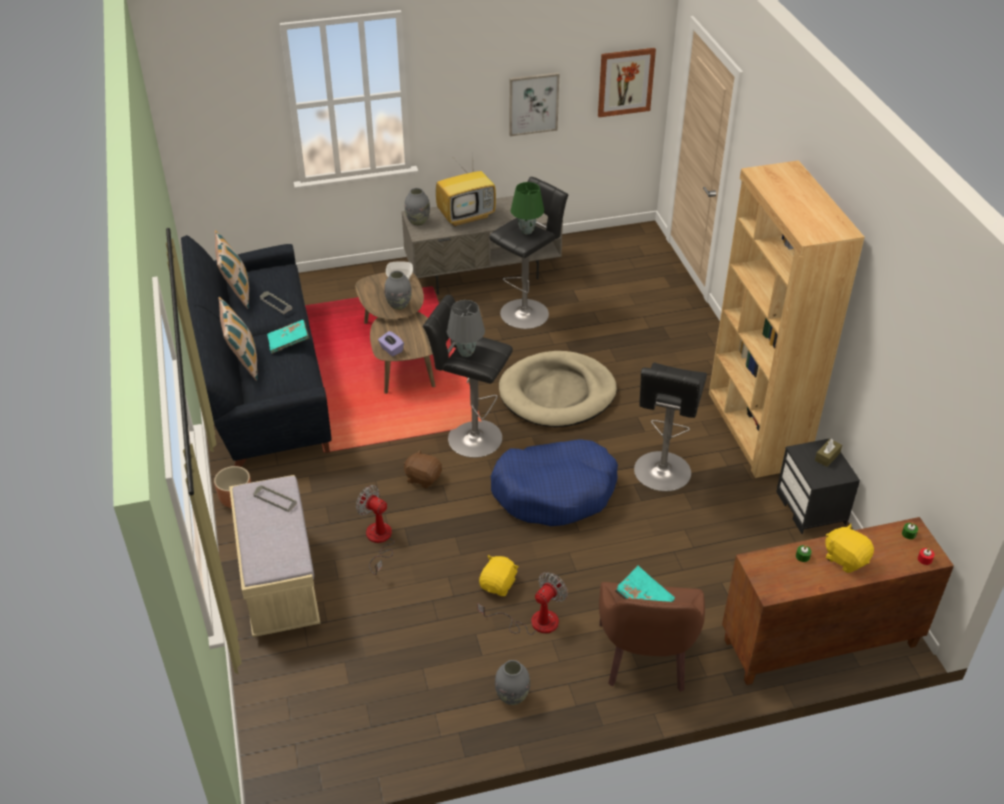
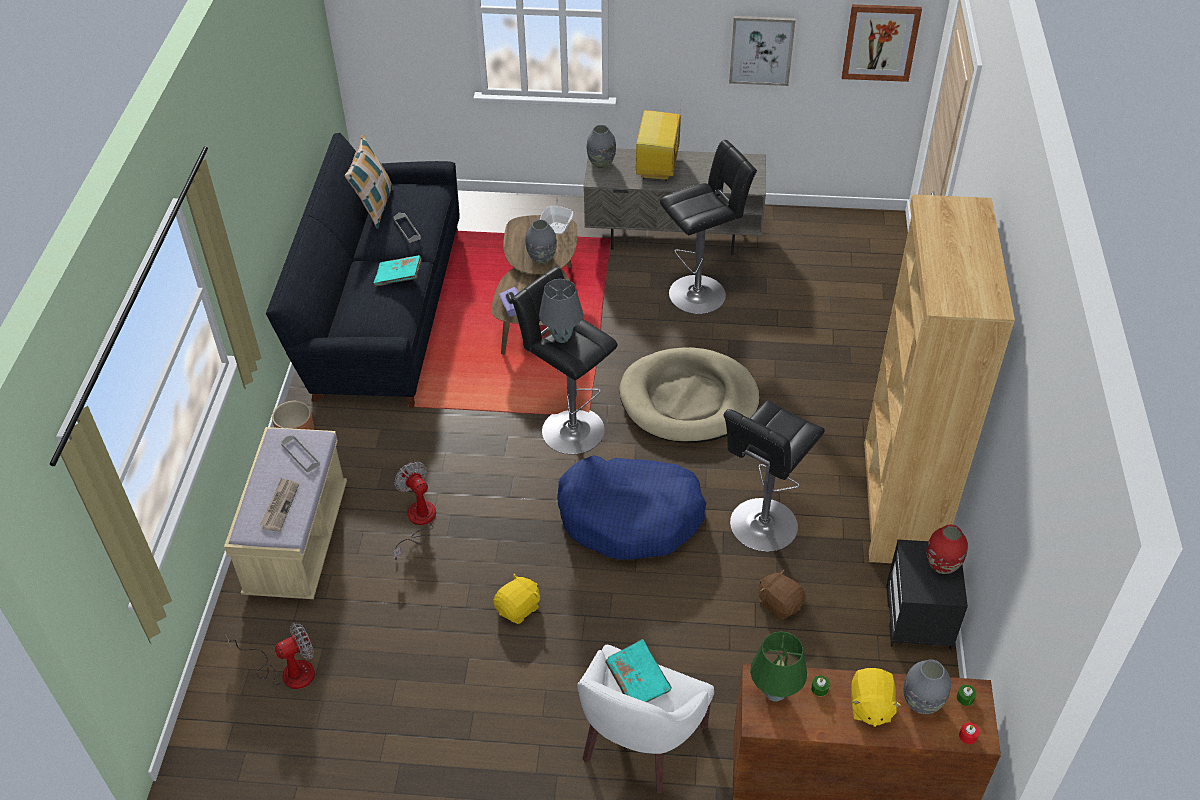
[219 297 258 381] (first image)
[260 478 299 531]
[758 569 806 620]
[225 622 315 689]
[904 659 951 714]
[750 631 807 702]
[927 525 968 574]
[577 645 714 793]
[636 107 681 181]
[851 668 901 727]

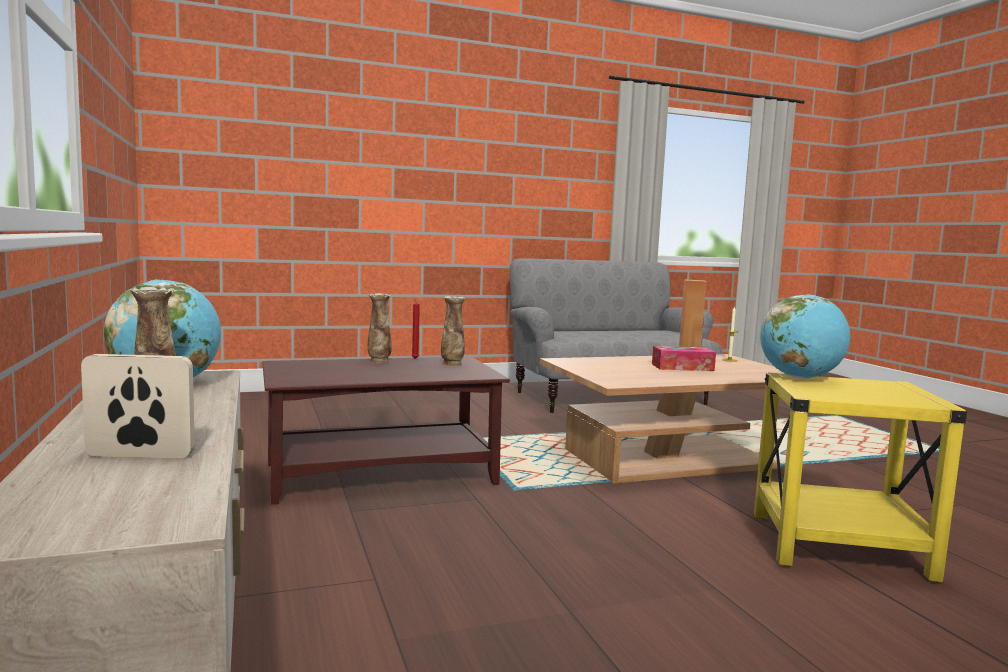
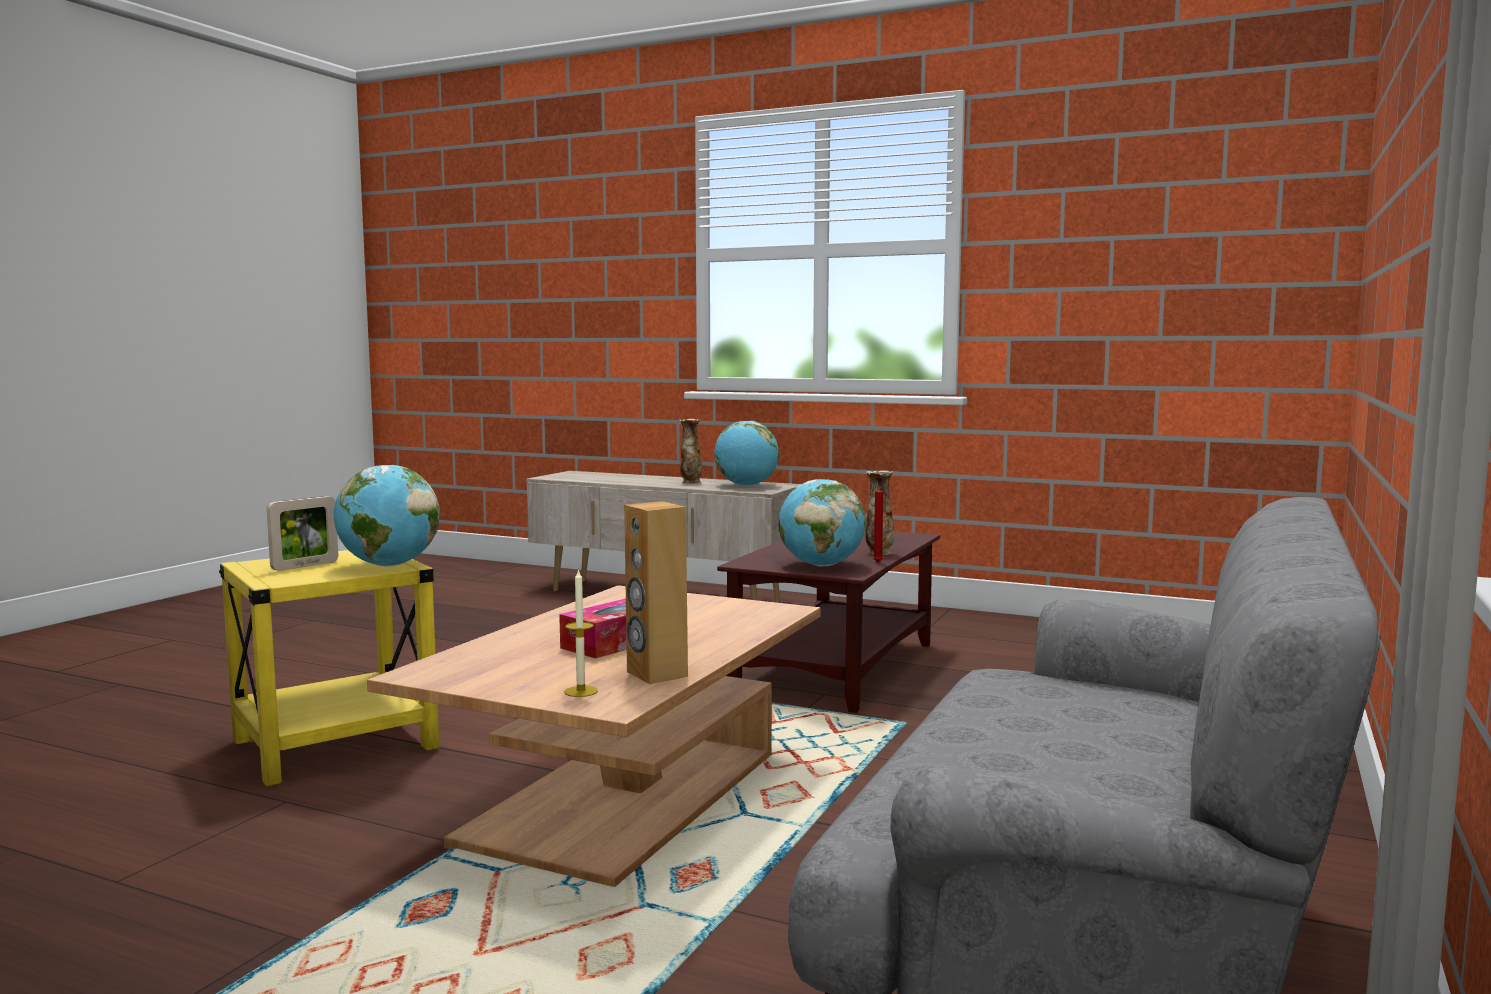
[267 496 338 571]
[778 479 866 566]

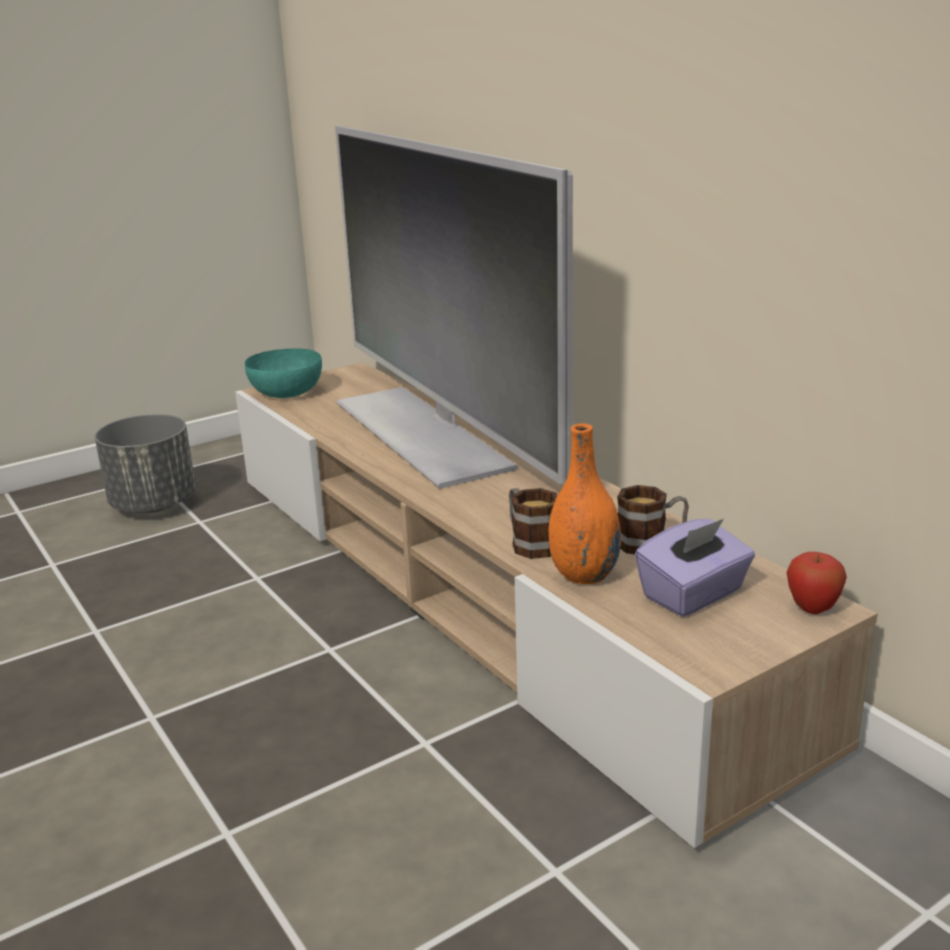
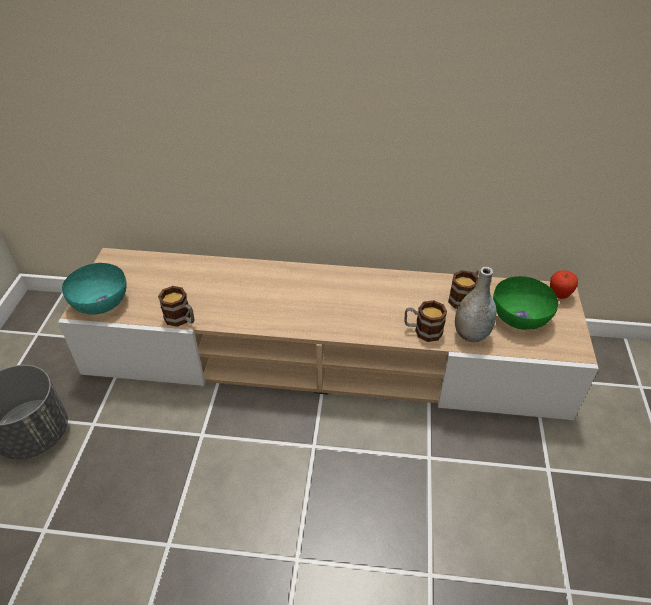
[335 126 573 489] (first image)
[158 286 194 327]
[493 276 558 330]
[455 267 497 342]

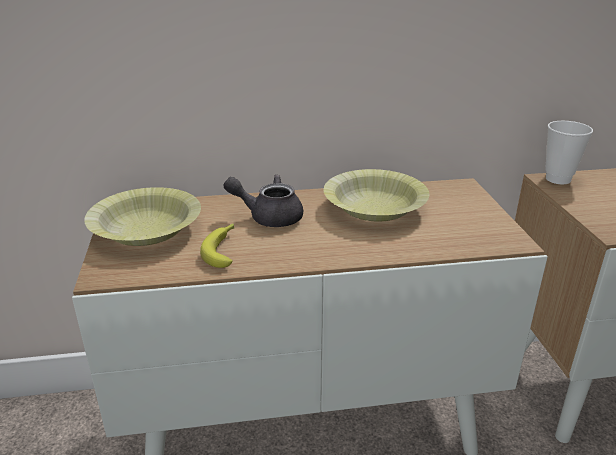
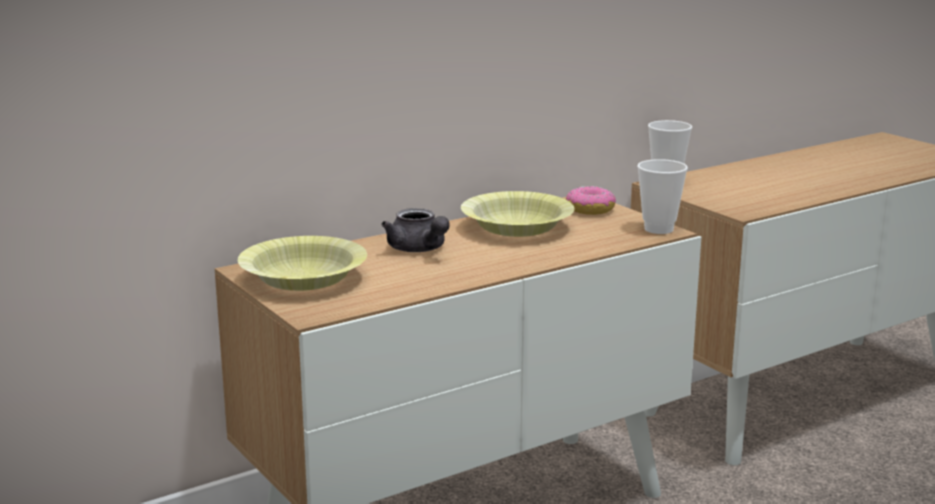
[200 224 234 268] (first image)
[566 186 616 215]
[637 159 688 234]
[381 208 450 252]

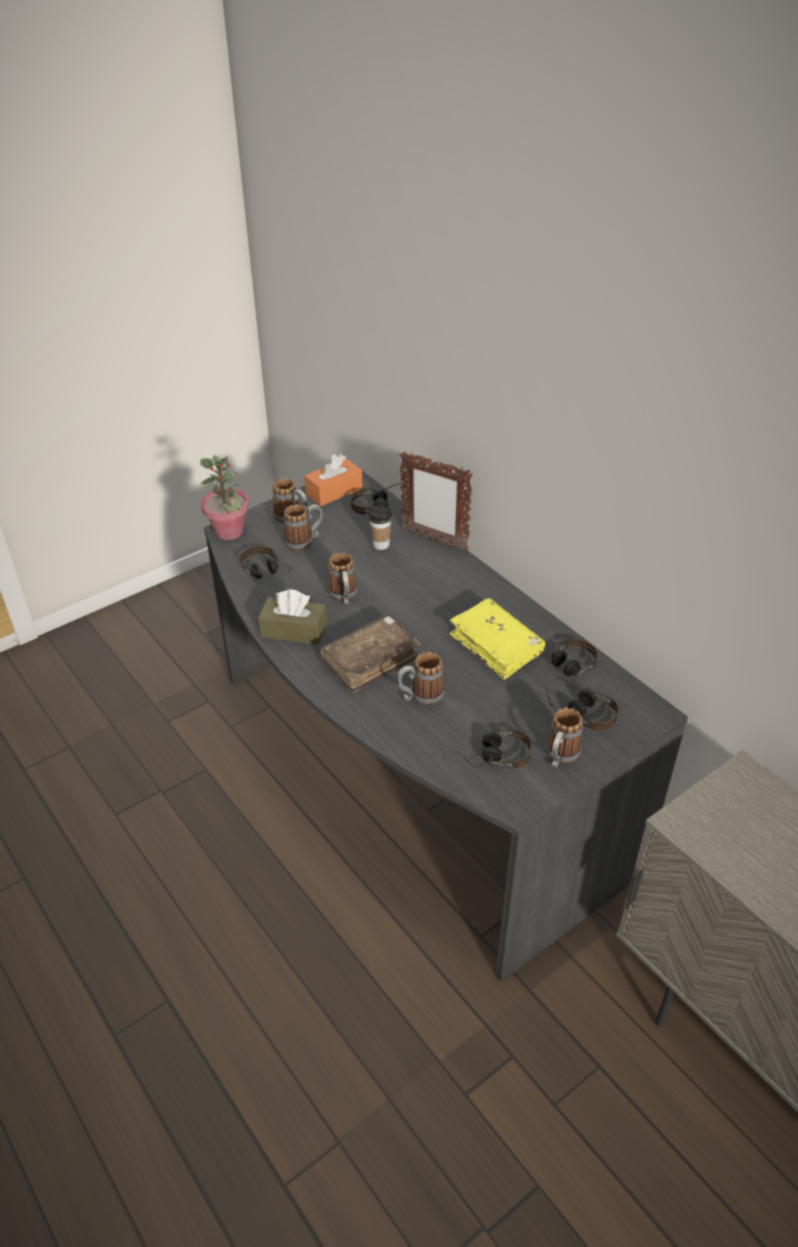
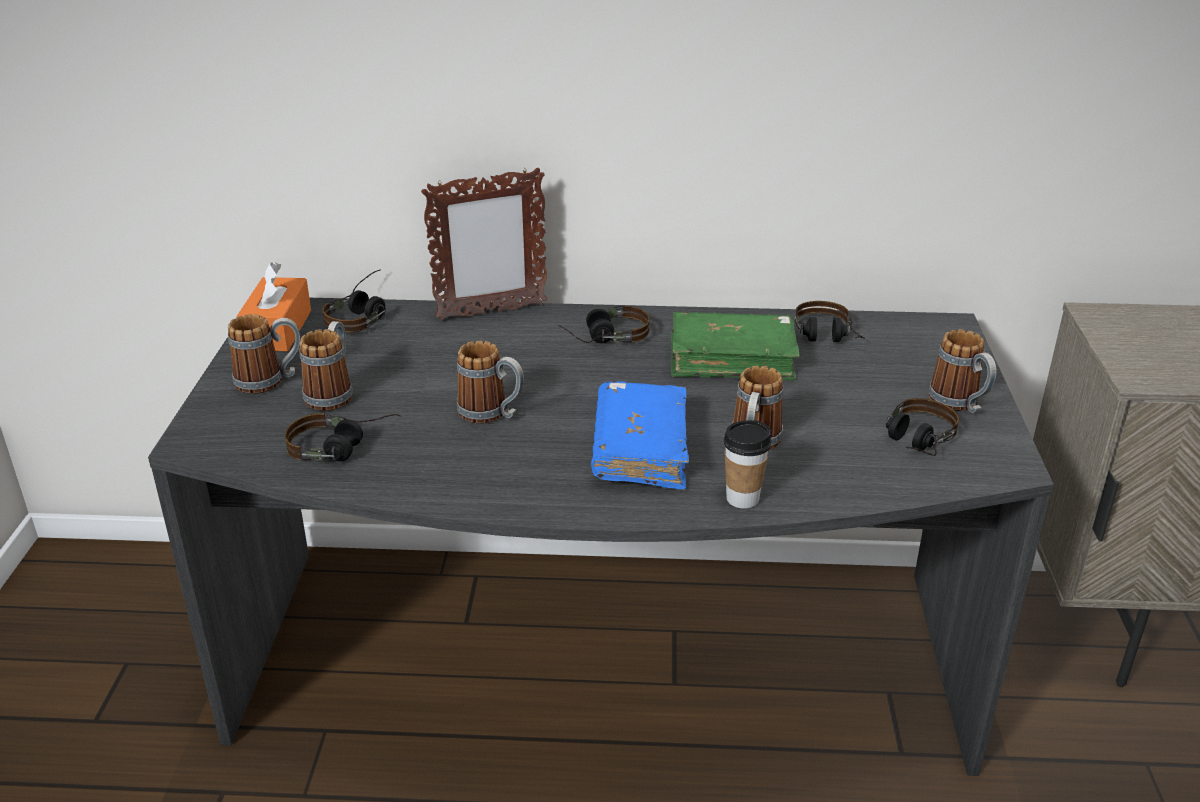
[200 455 249 540] (first image)
[258 589 327 645] (first image)
[723 420 772 509]
[557 306 650 343]
[591 381 689 490]
[671 312 799 380]

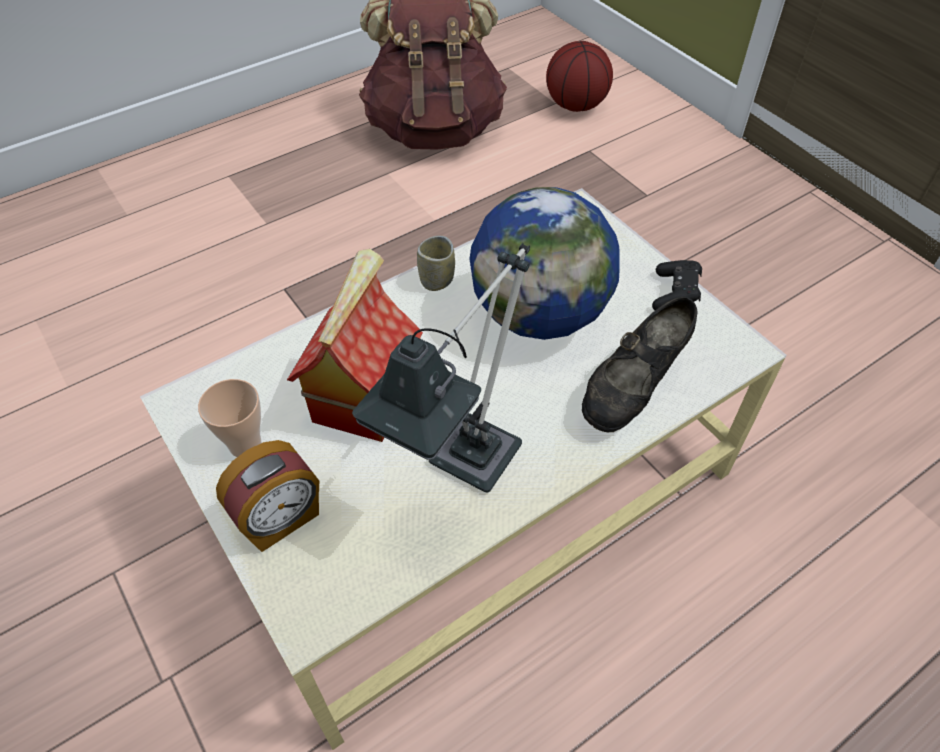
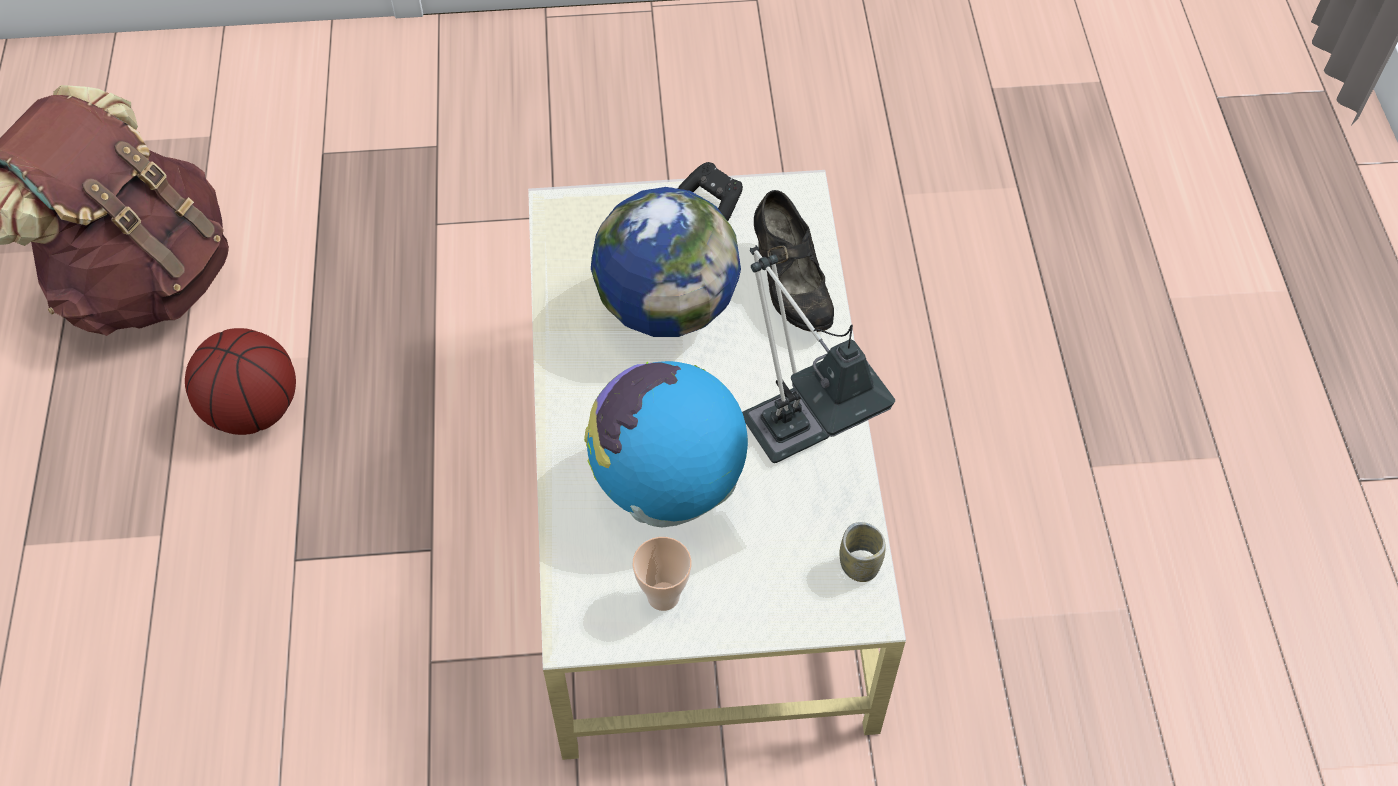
[216 440 319 552] (first image)
[839 522 886 582]
[185 328 296 435]
[584 361 748 527]

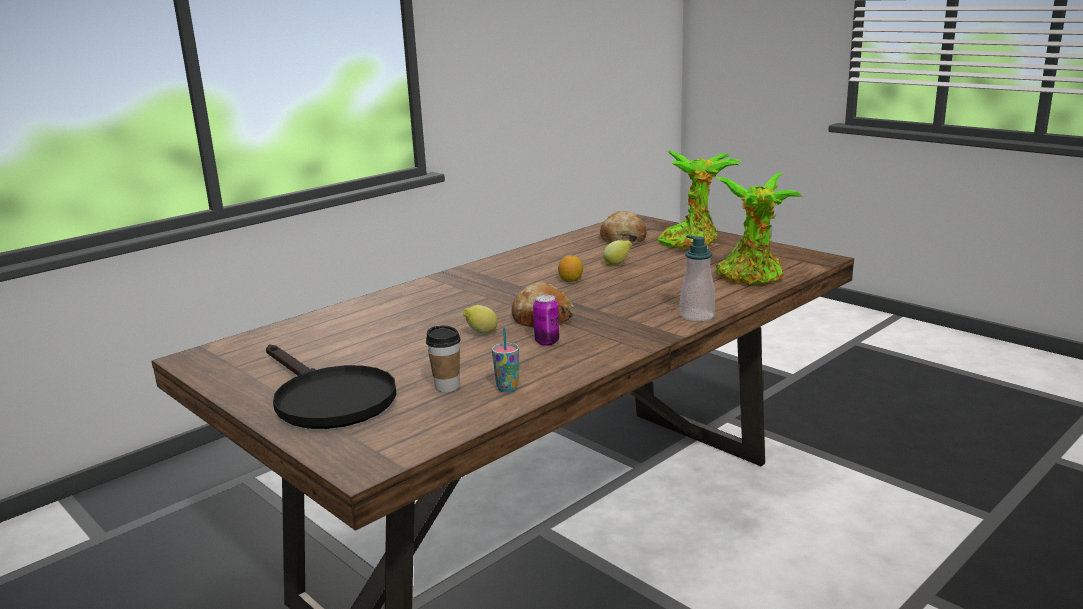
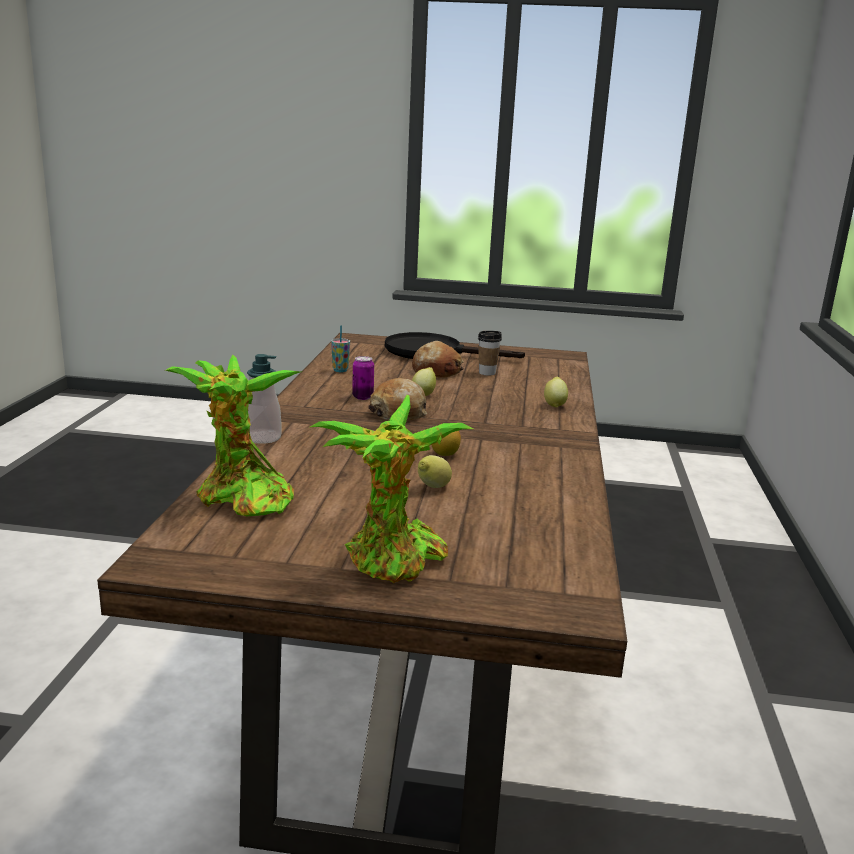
[544 377 568 408]
[478 331 502 376]
[412 341 464 378]

